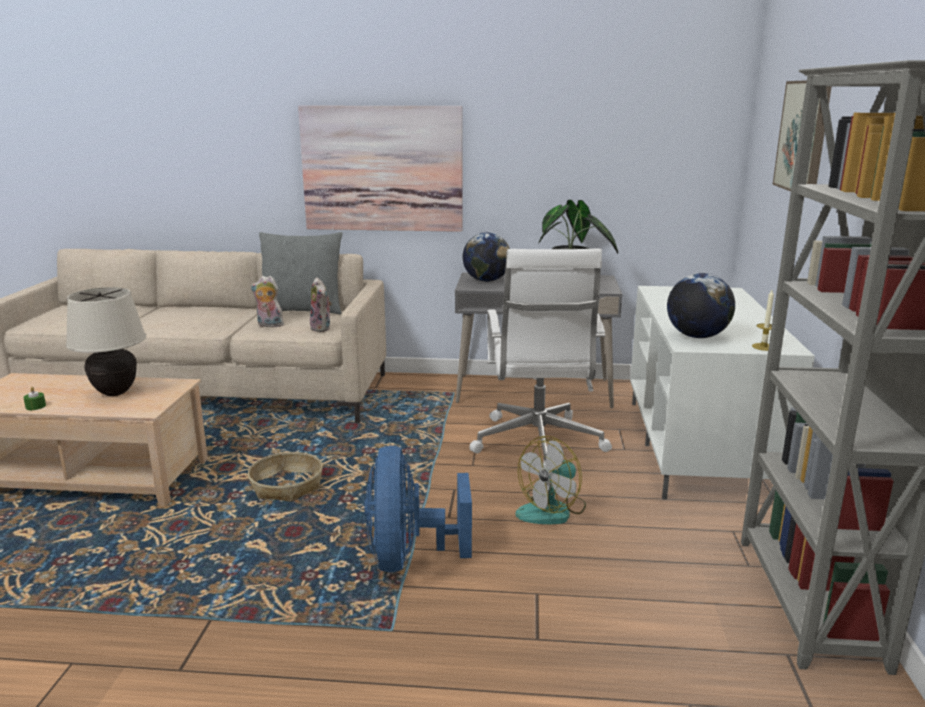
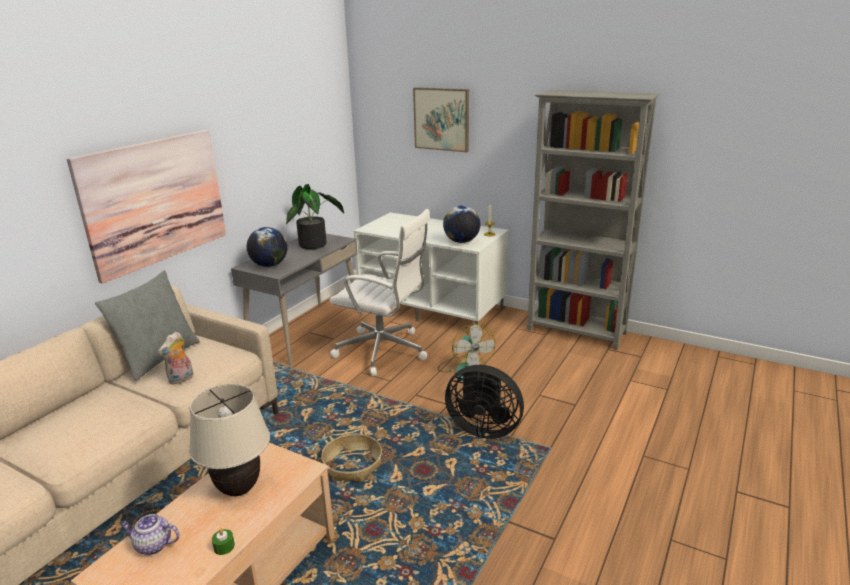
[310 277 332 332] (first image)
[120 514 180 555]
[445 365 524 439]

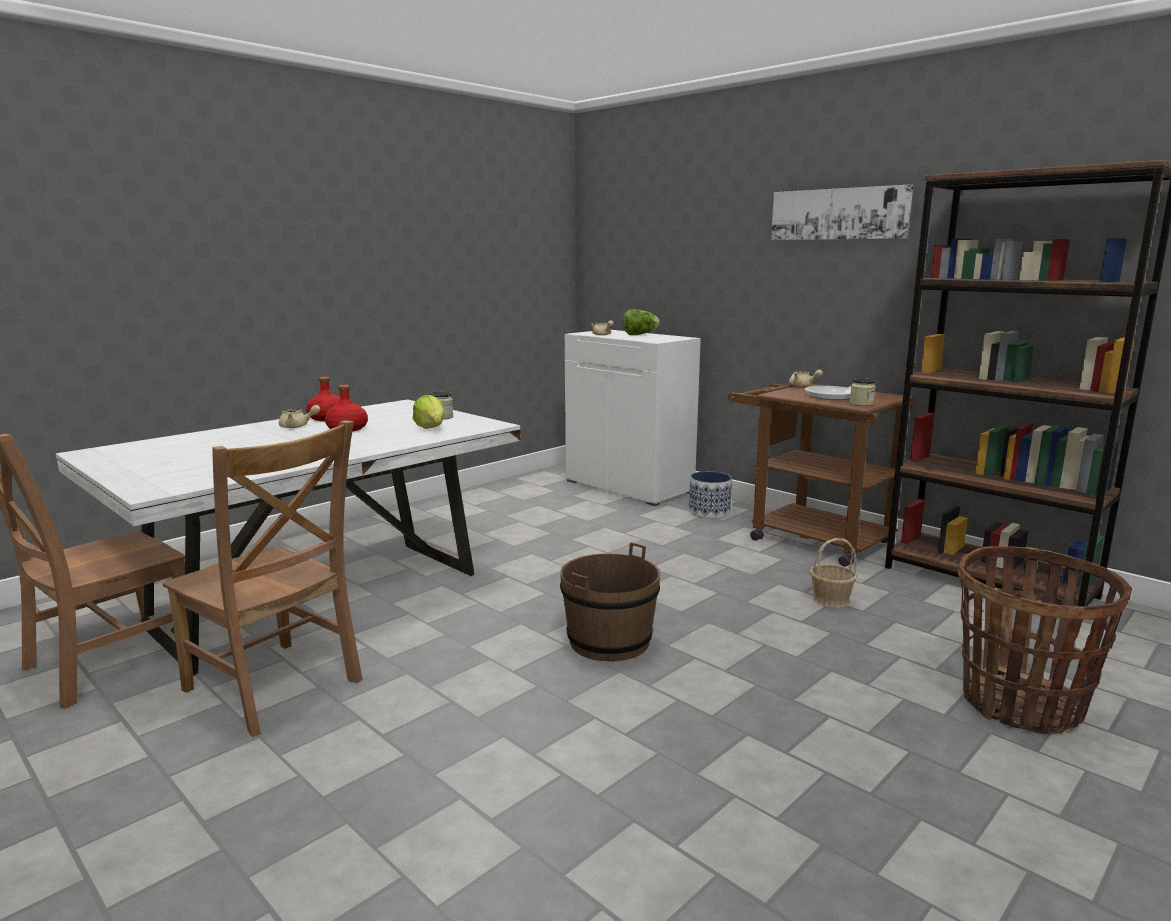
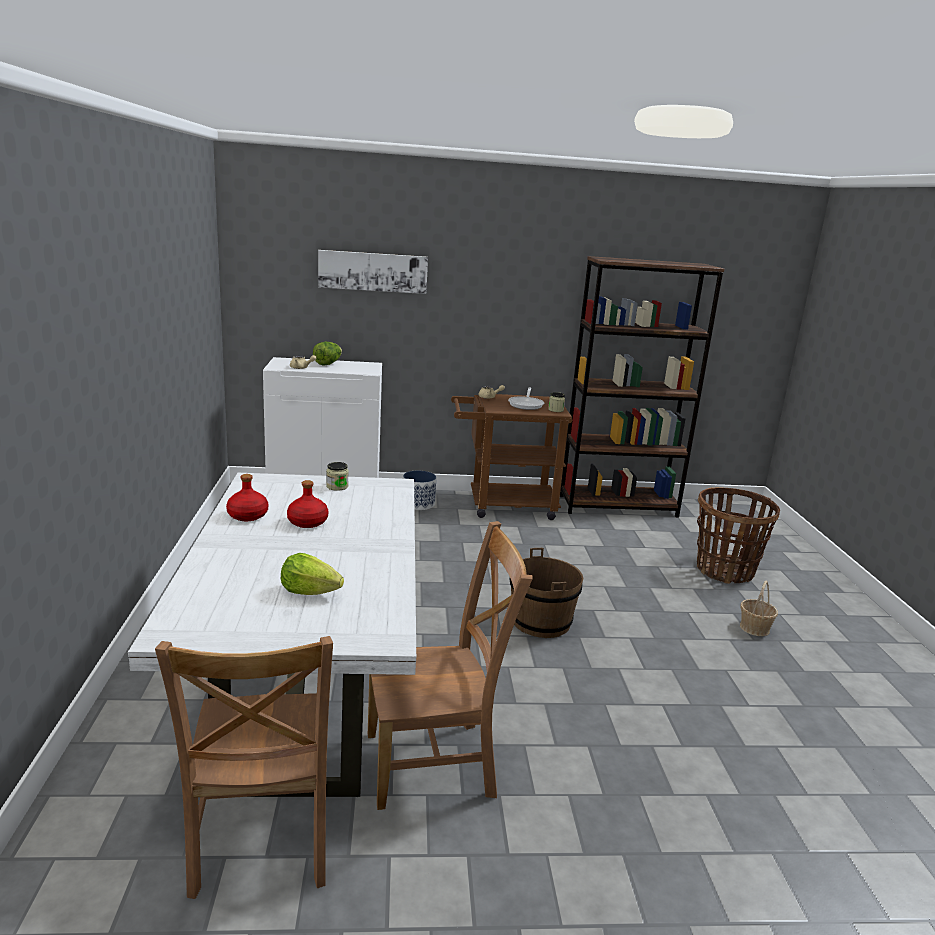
[279 405 320 428] (first image)
[281 553 344 595]
[318 250 428 294]
[740 581 778 636]

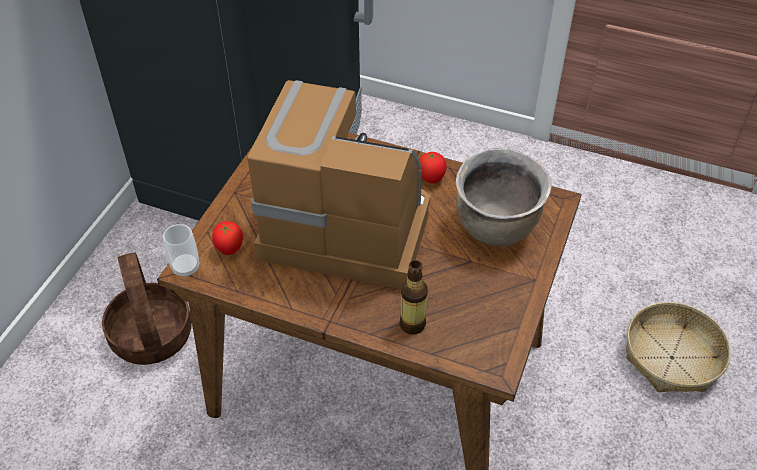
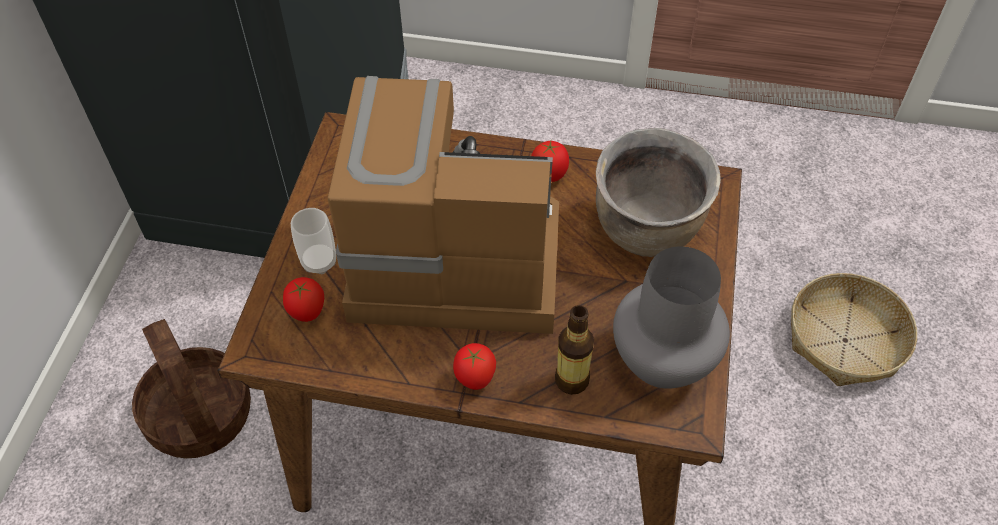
[453 343 496 390]
[613 246 730 389]
[291 208 336 274]

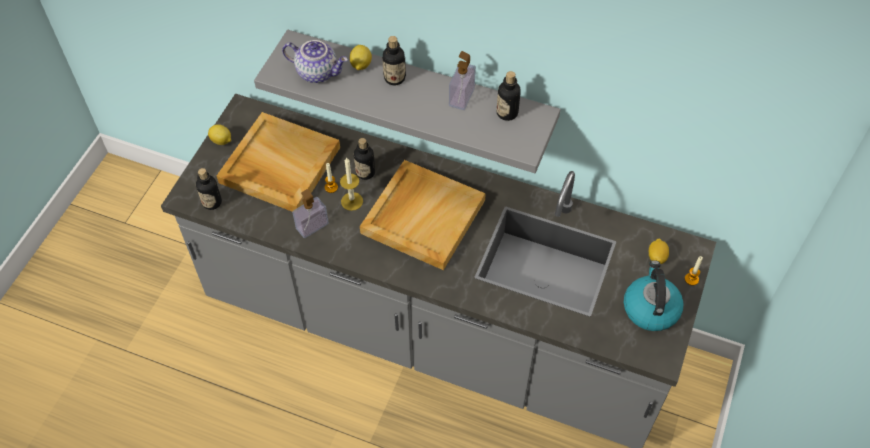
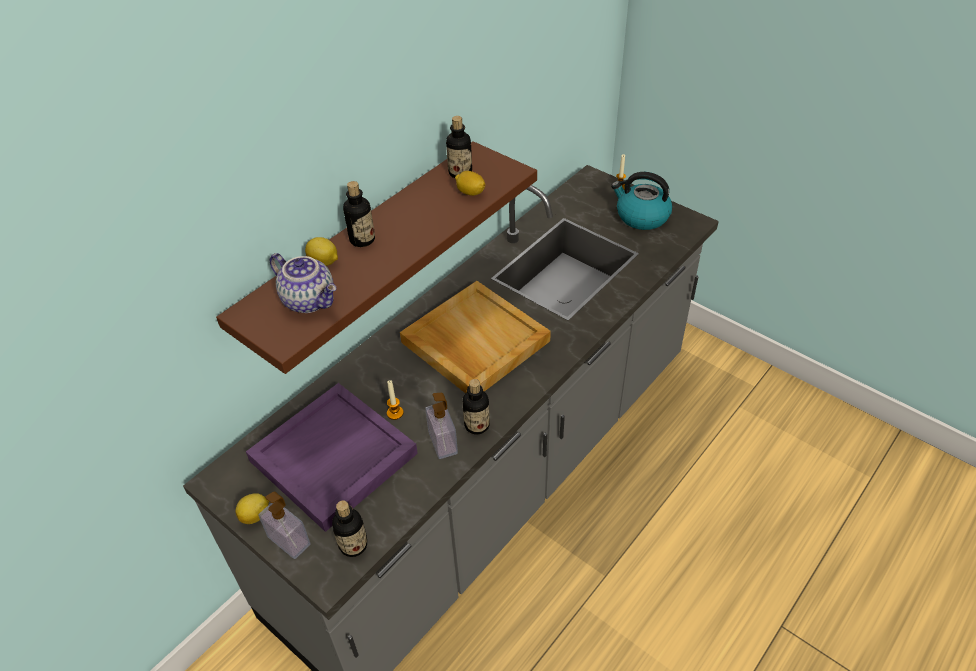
[340 158 363 211] (first image)
[463 379 490 435]
[258 491 310 559]
[455 171 485 196]
[246 383 418 532]
[216 141 537 374]
[270 253 337 313]

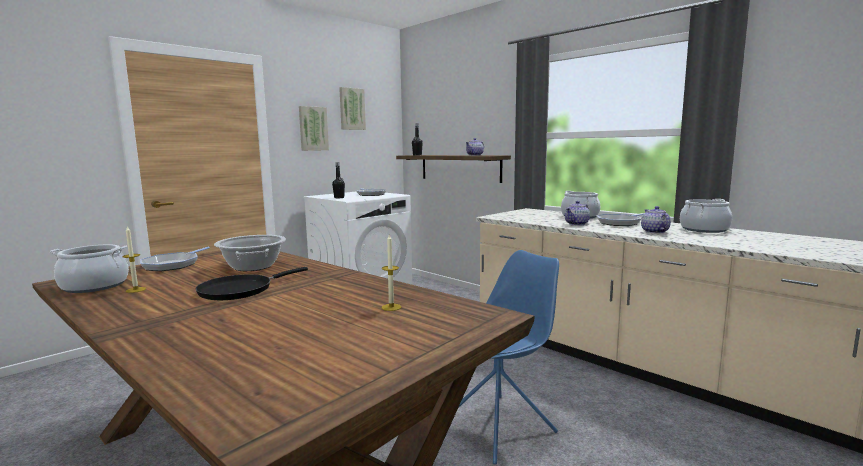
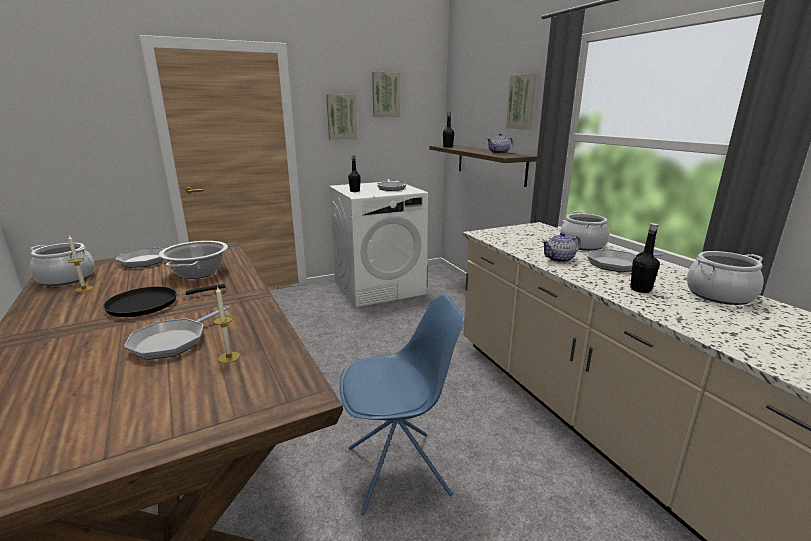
[124 306 230 360]
[506 73 537 130]
[630 223 660 293]

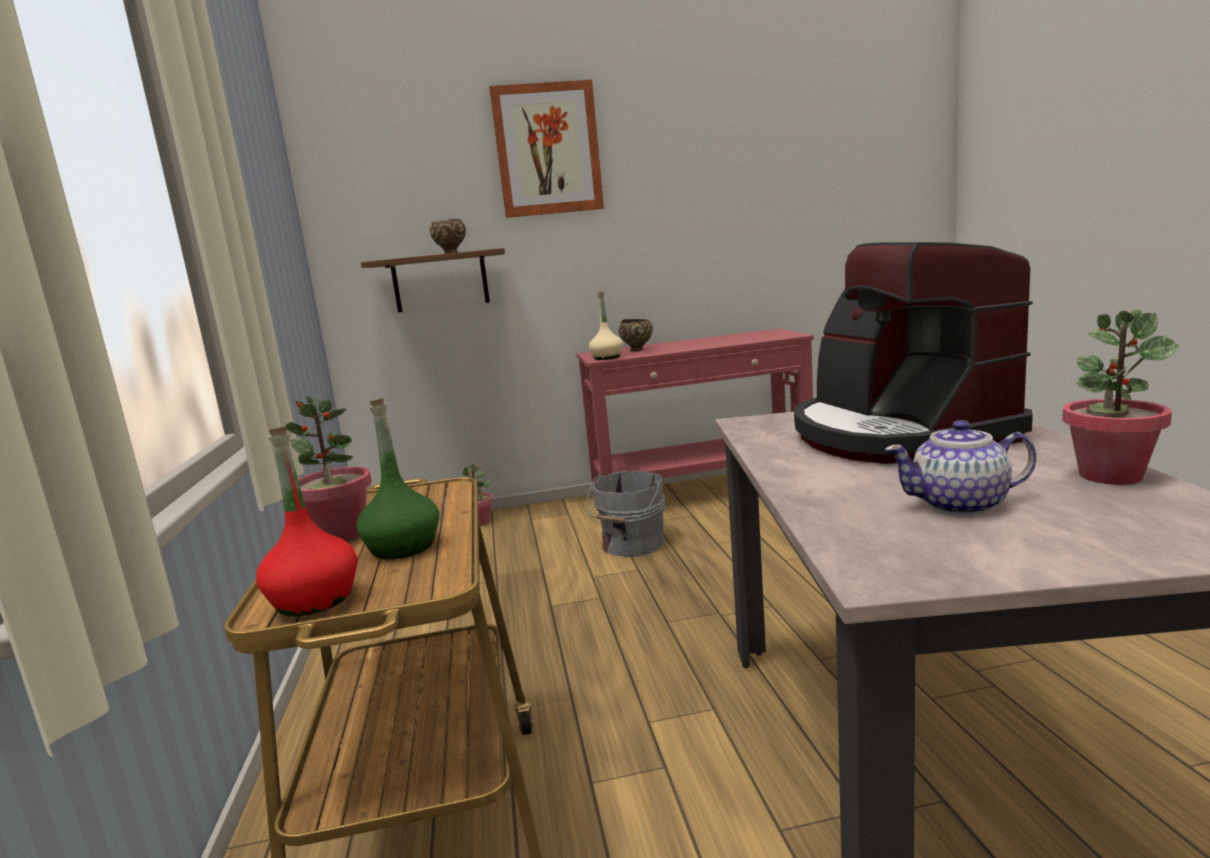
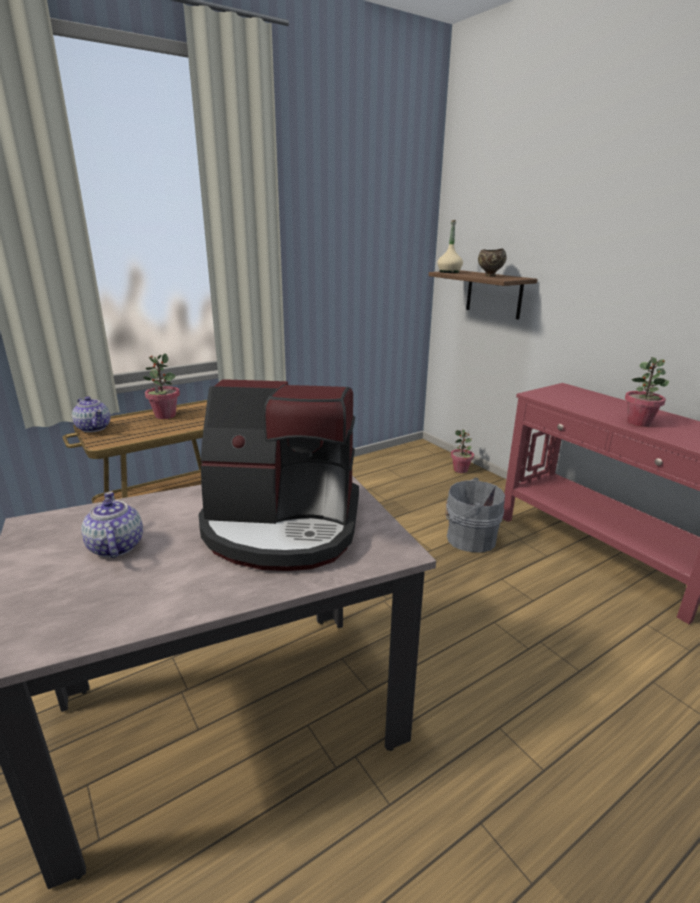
[356 398 439 559] (first image)
[489 80 604 218] (first image)
[619 319 653 352] (first image)
[437 220 463 273]
[625 357 669 427]
[72 396 110 432]
[199 379 359 571]

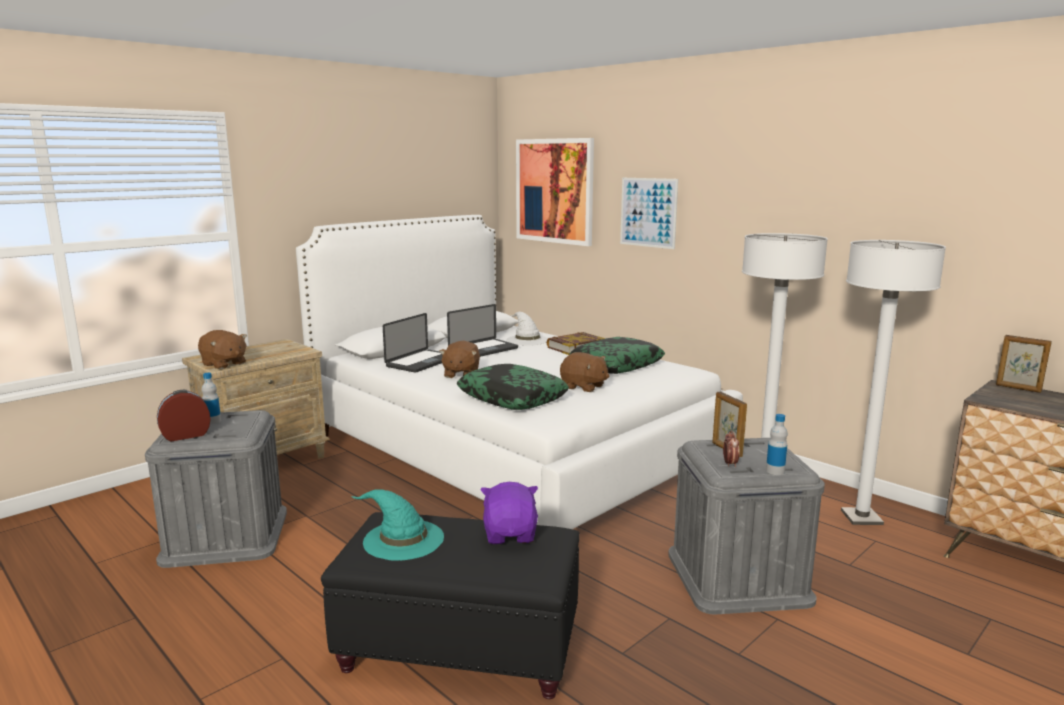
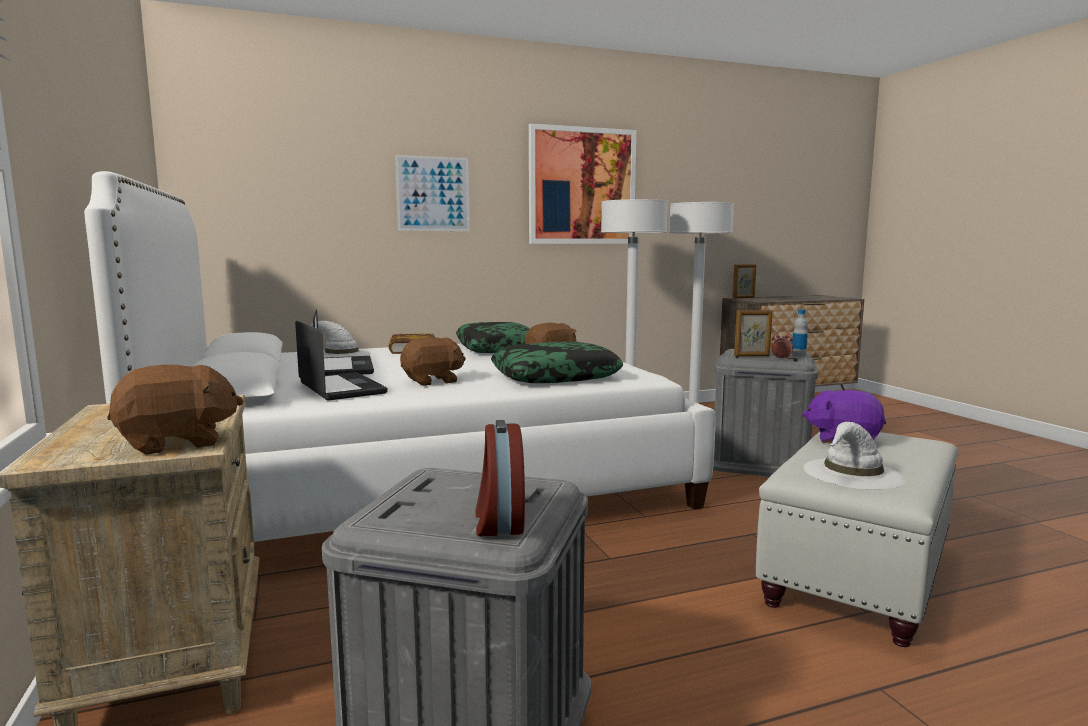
[202 373 221 424] (first image)
[529 124 636 244]
[756 431 958 647]
[803 422 906 490]
[400 337 466 386]

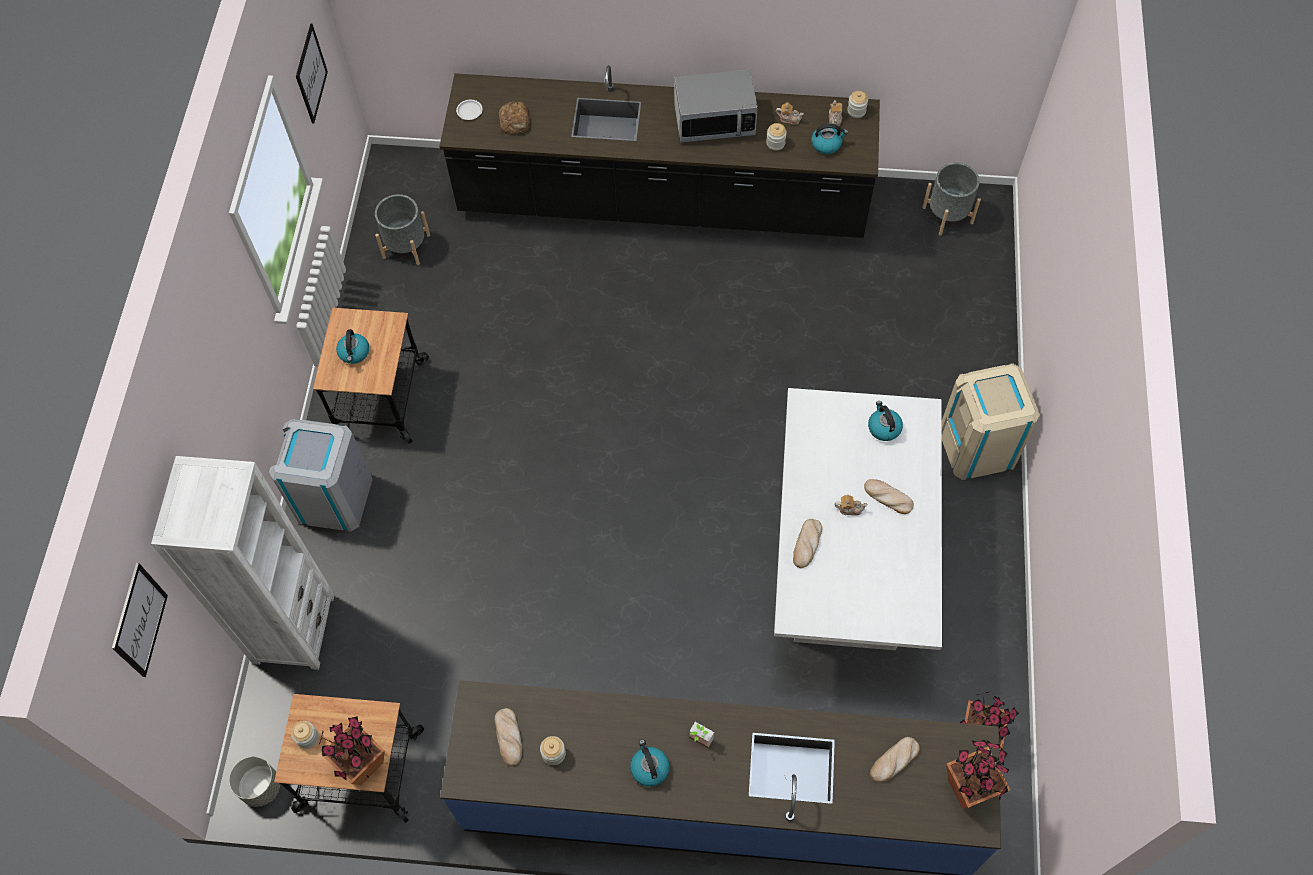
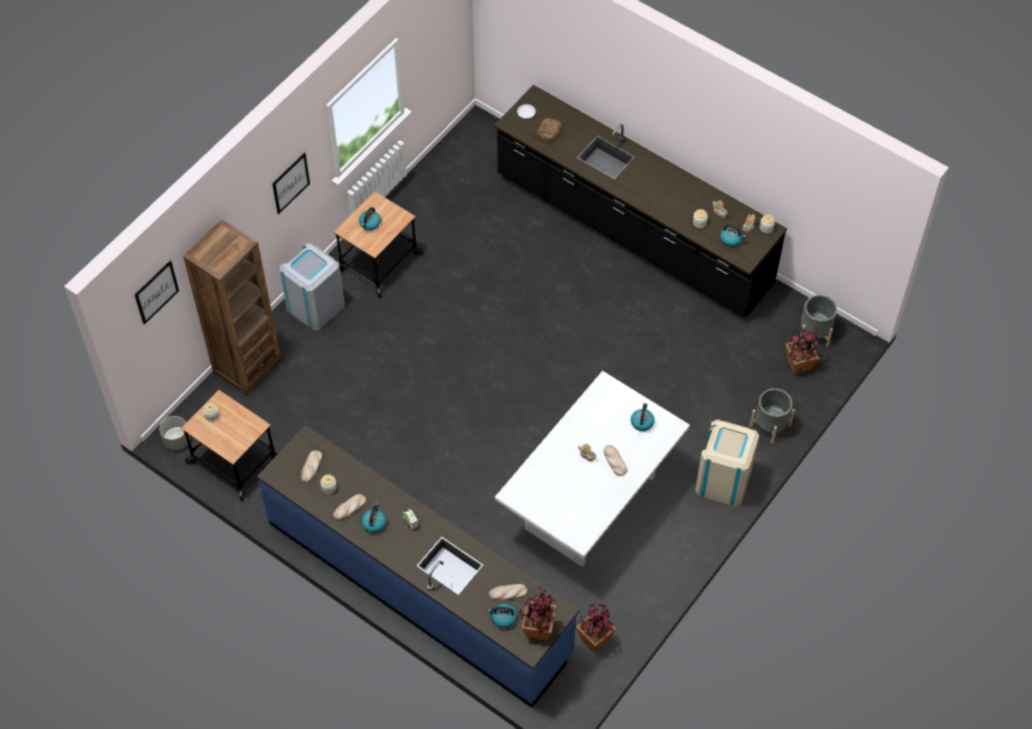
[674 69 758 143] (first image)
[488 604 517 628]
[272 153 310 214]
[786 327 820 374]
[750 388 795 444]
[333 494 366 520]
[183 219 281 396]

